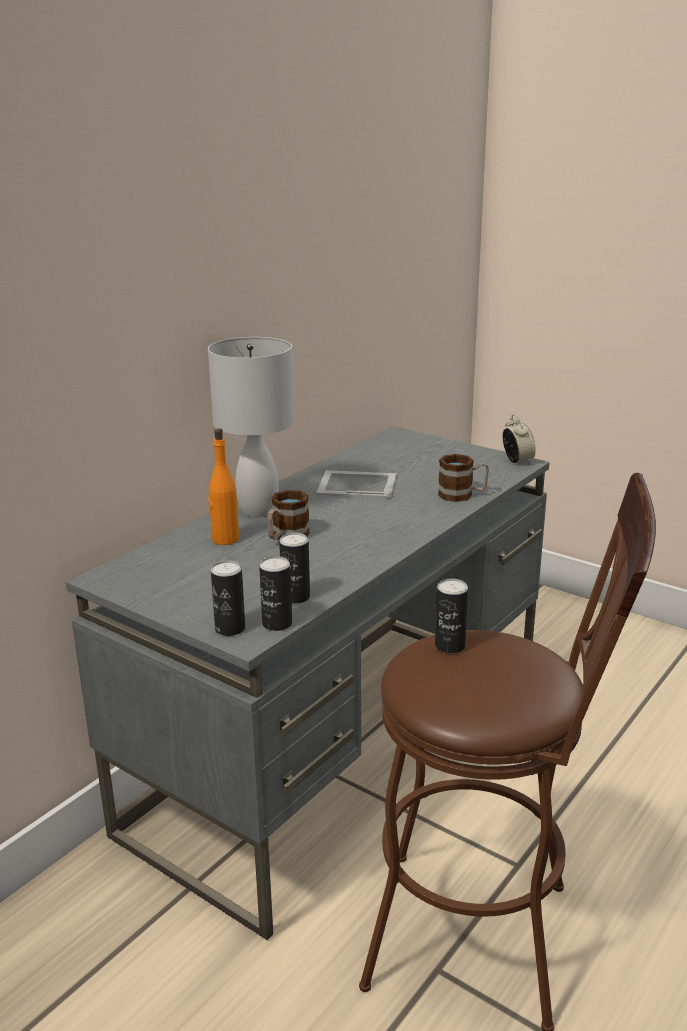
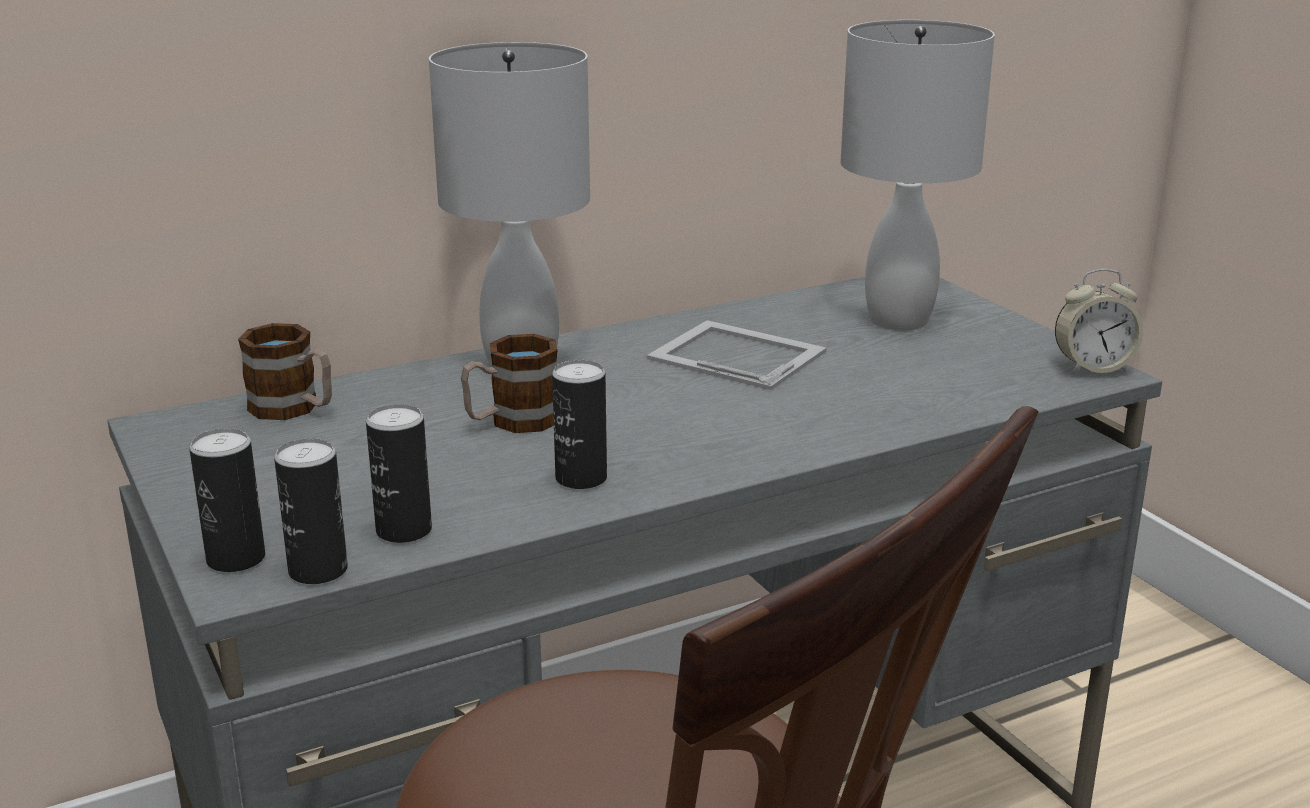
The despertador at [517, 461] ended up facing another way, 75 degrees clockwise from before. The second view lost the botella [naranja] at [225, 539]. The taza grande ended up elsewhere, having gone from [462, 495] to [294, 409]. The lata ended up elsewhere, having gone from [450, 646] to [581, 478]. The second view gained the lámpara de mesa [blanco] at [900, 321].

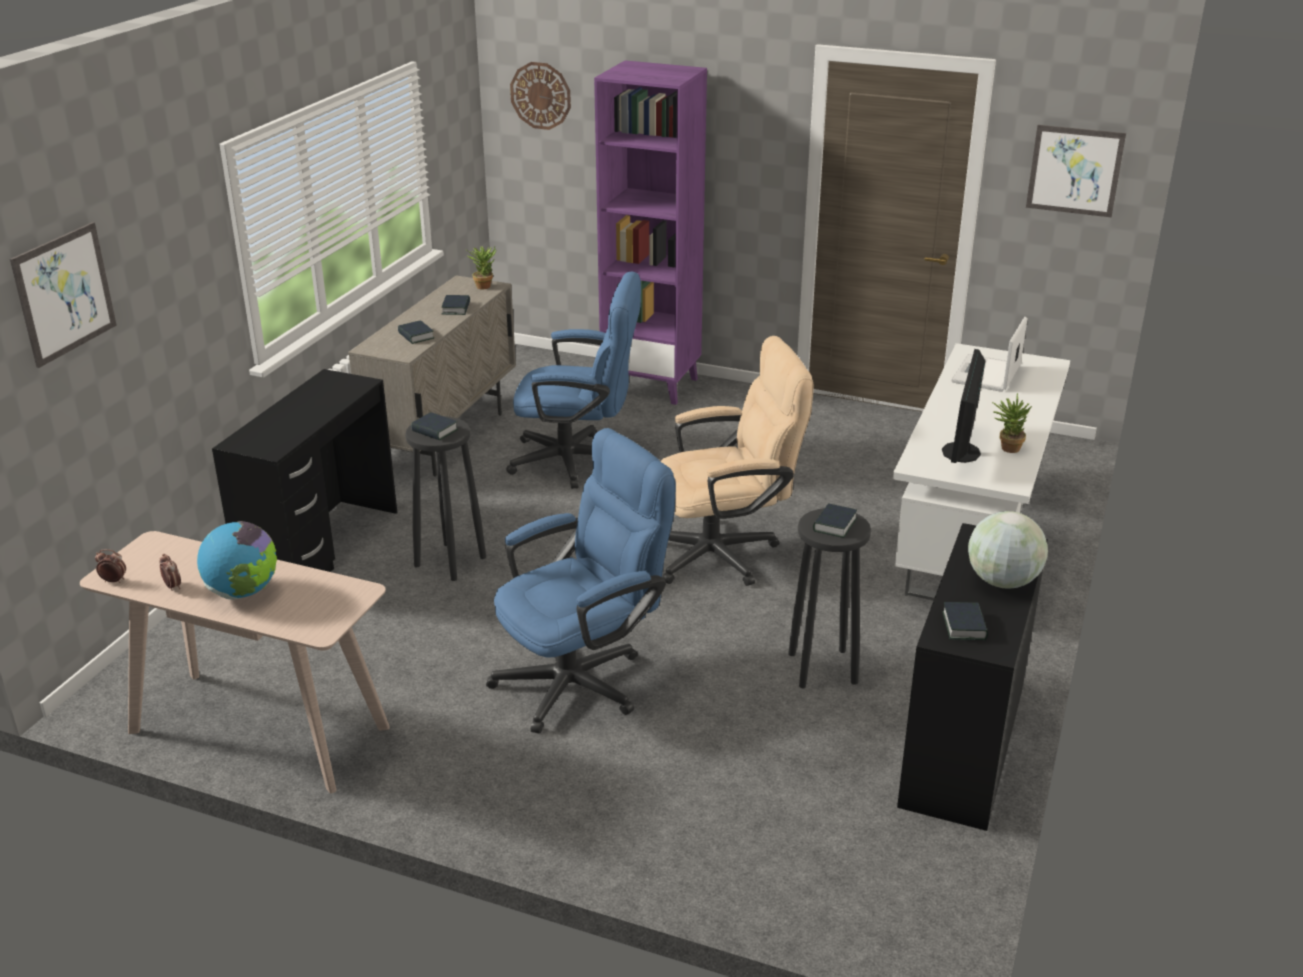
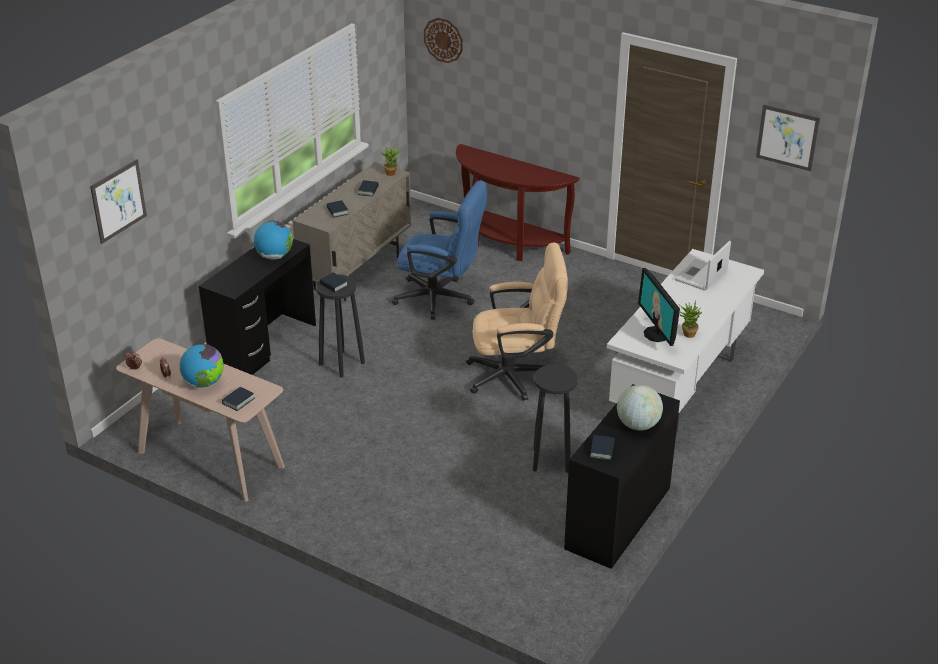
Where the estantería [morado] stood at [652, 385], the mesa consola [marrón] came to stand at [507, 243]. The monitor at [962, 452] ended up facing another way, 45 degrees counterclockwise from before. The second view lost the silla de oficina [azul] at [583, 679]. The libro ended up elsewhere, having gone from [834, 525] to [238, 401]. The second view gained the globo terráqueo at [274, 256].

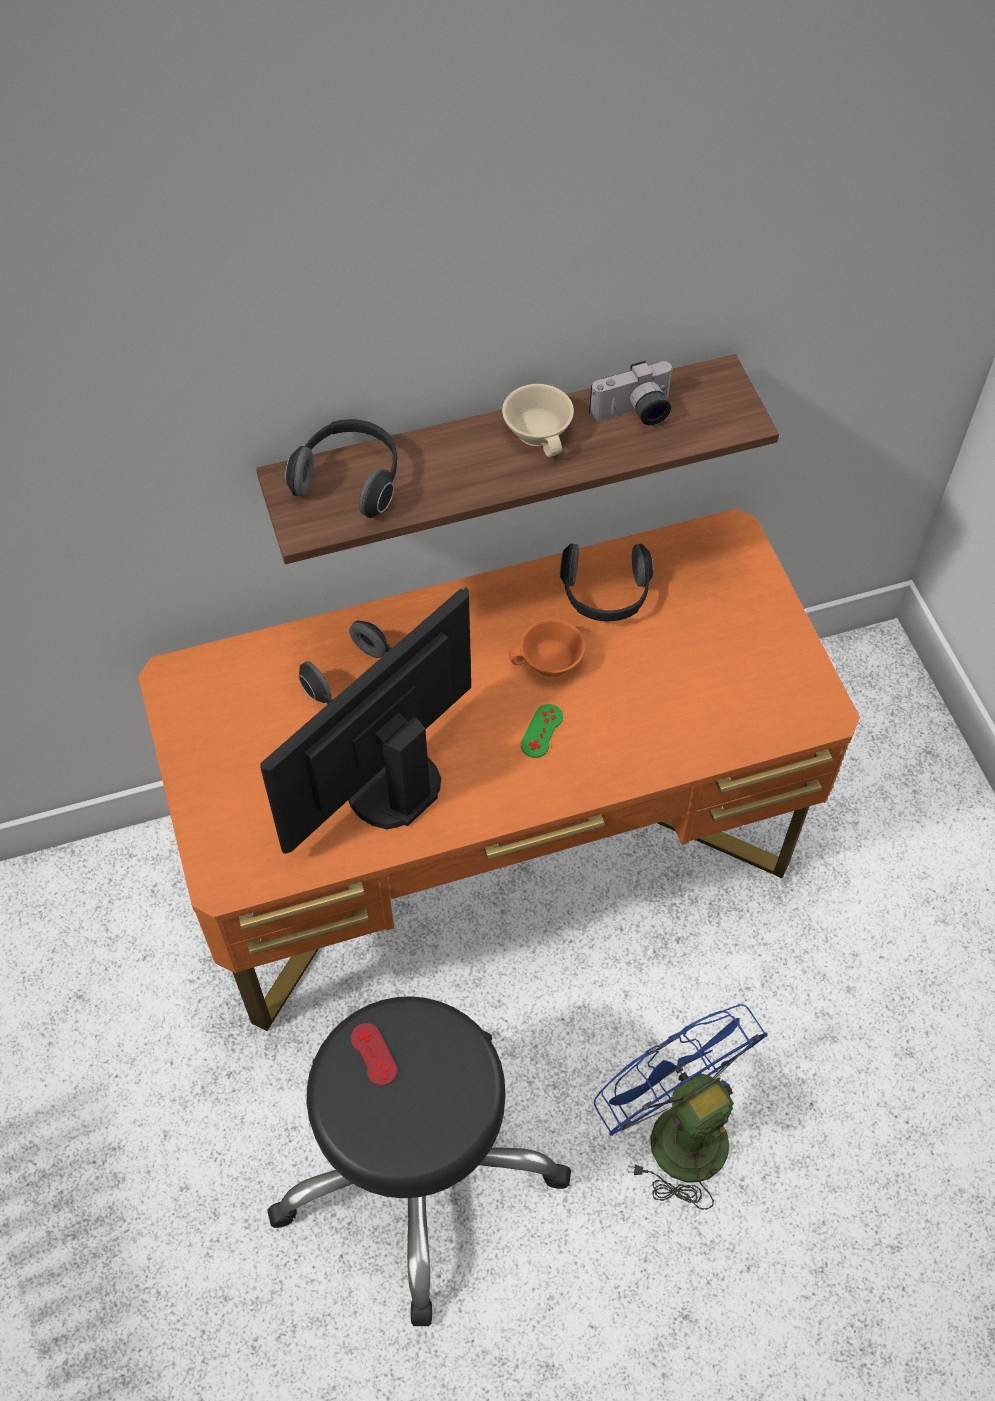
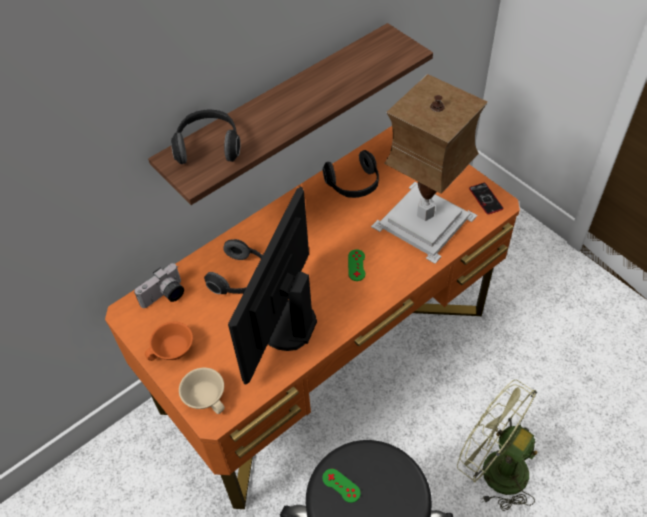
The cámara ended up elsewhere, having gone from [634, 414] to [165, 296]. The taza [beis] ended up elsewhere, having gone from [540, 432] to [207, 396]. The taza [naranja] ended up elsewhere, having gone from [549, 663] to [174, 351]. What was the ventilador [azul] at [674, 1129] turned into the ventilador [verde] at [494, 468]. What was the mando de consola [rojo] at [373, 1054] turned into the mando de consola [verde] at [341, 485]. The second view gained the lámpara de mesa at [424, 219]. The second view gained the móvil at [485, 199].

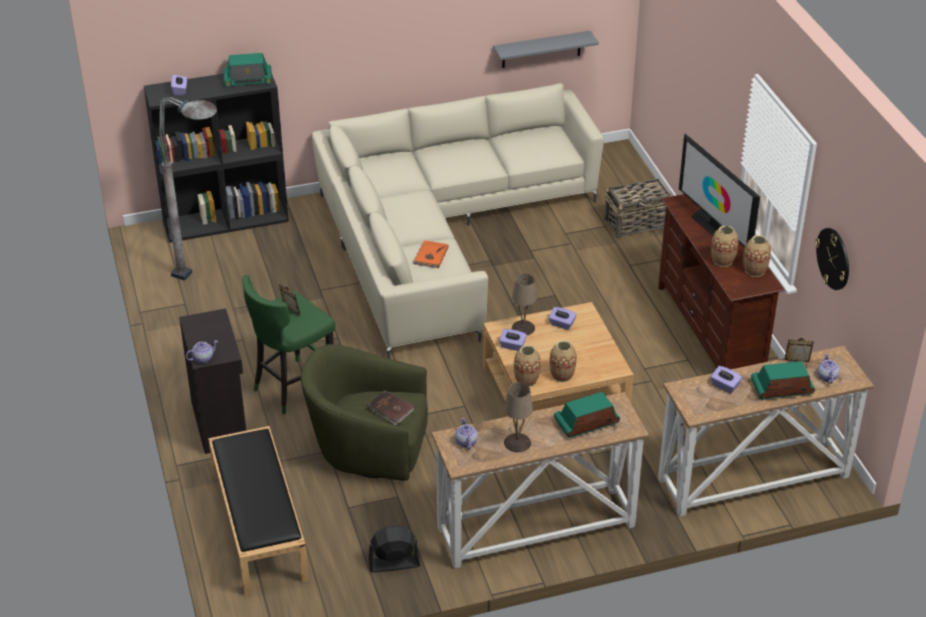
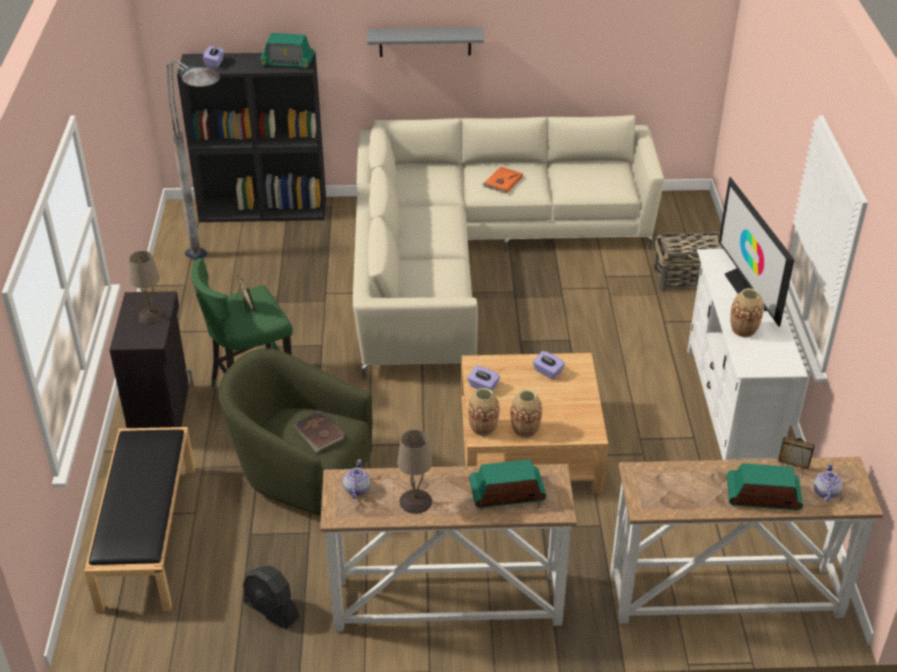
The estante [gris] ended up elsewhere, having gone from [541, 49] to [425, 42]. What was the mueble de televisión [marrón] at [710, 331] turned into the mueble de televisión [blanco] at [731, 410]. The second view lost the reloj de pared at [833, 258]. The second view lost the florero at [754, 270]. The libro [naranja] ended up elsewhere, having gone from [430, 256] to [502, 181]. The lámpara de mesa [beis] ended up elsewhere, having gone from [522, 328] to [151, 316]. The second view lost the tetera at [203, 358]. The second view lost the caja de pañuelos [morado] at [724, 386]. The ventilador [negro] at [394, 563] ended up facing another way, 150 degrees counterclockwise from before.

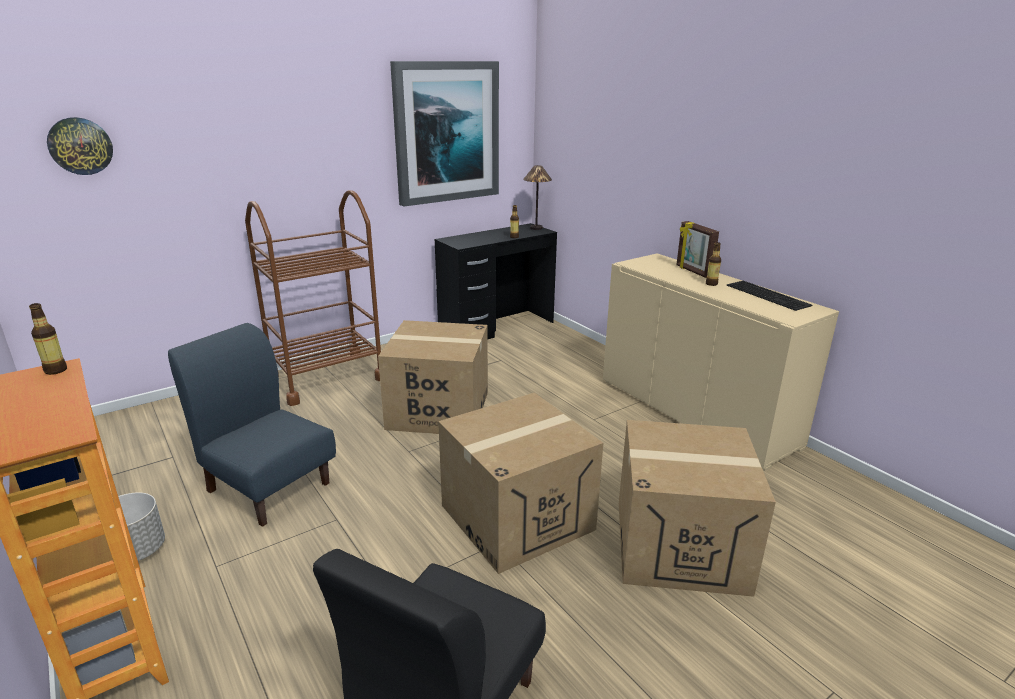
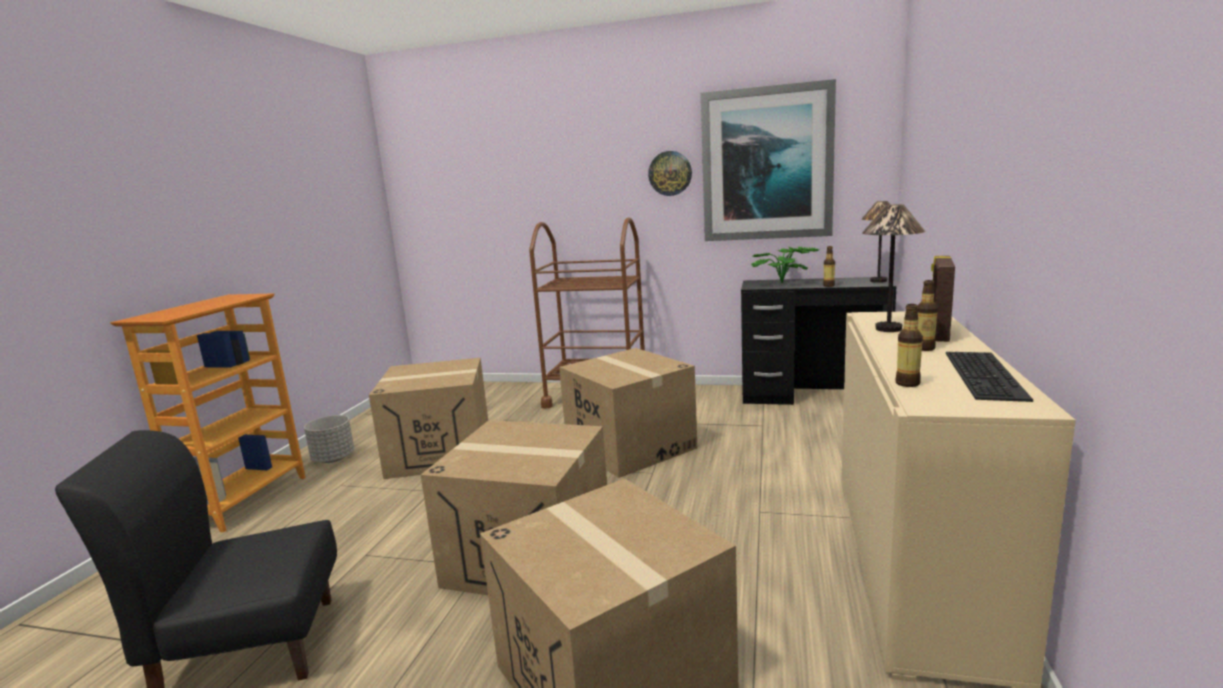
The reloj de pared ended up elsewhere, having gone from [80, 146] to [670, 173]. The botella ended up elsewhere, having gone from [55, 370] to [907, 383]. Where the silla [azul] stood at [268, 486], the caja de cartón came to stand at [441, 452]. The second view gained the lámpara de mesa at [888, 329]. The second view gained the planta en maceta at [784, 283].

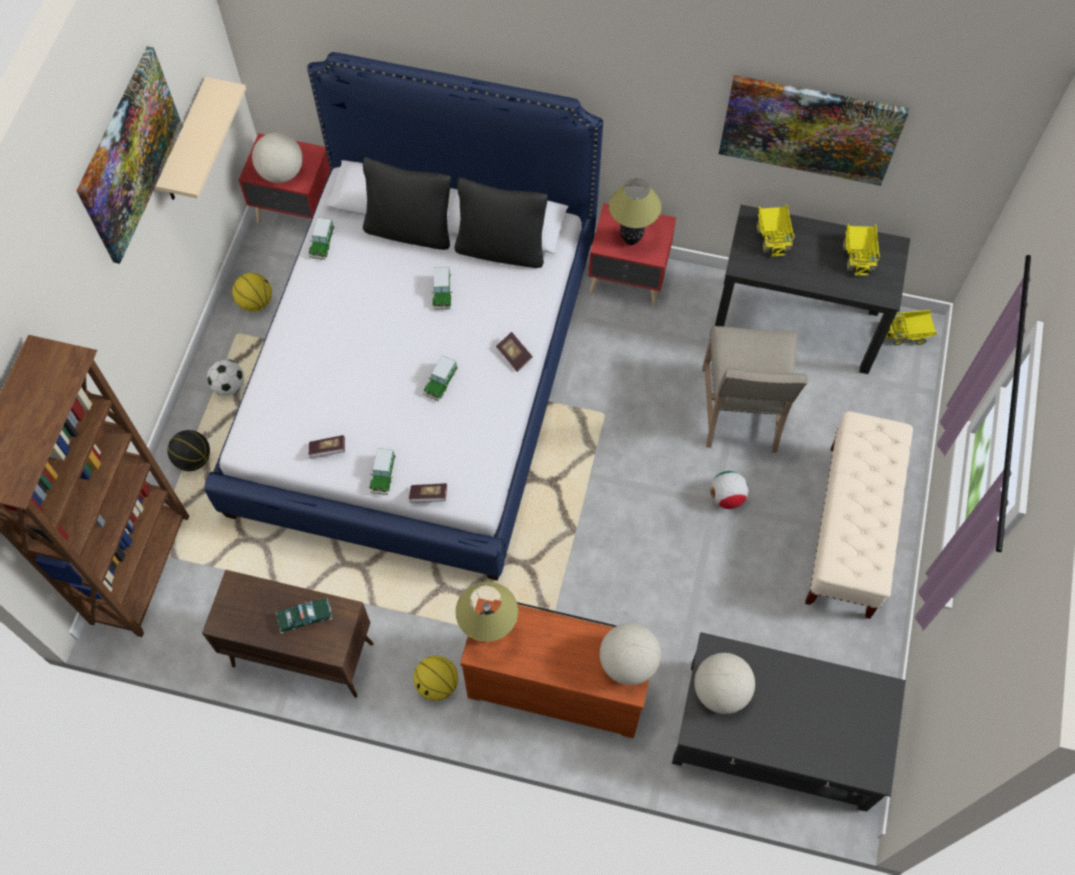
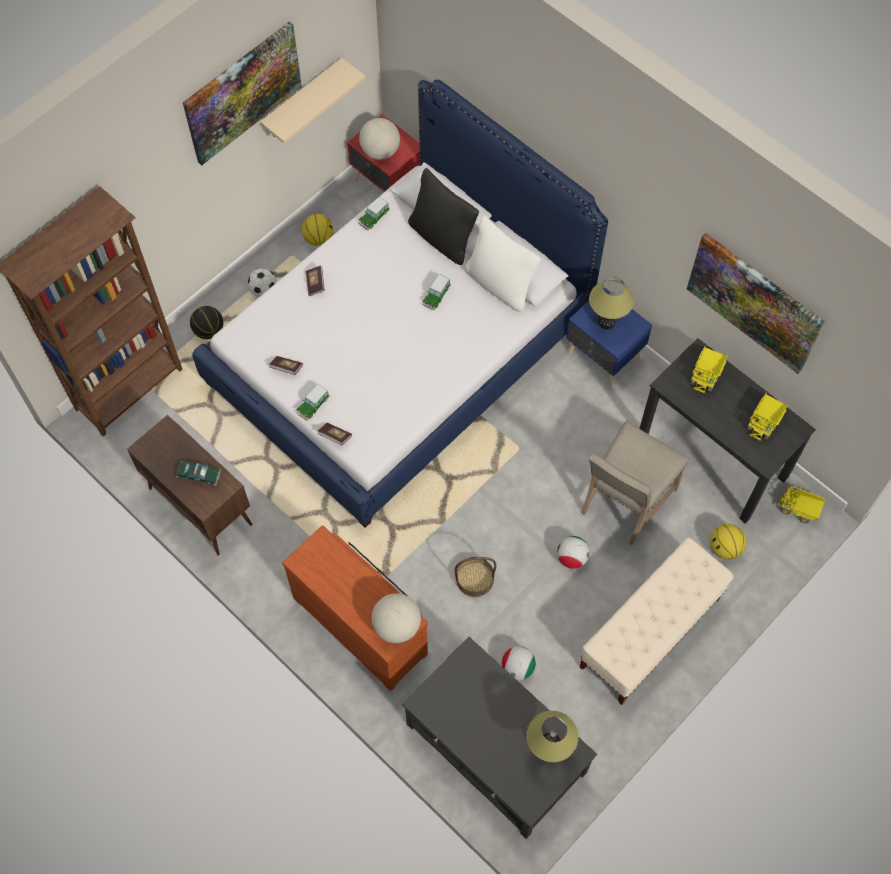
What was the cojín [negro] at [501, 249] turned into the cojín [blanco] at [500, 284]. What was the mesita de noche [rojo] at [628, 280] turned into the mesita de noche [azul] at [603, 358]. The libro ended up elsewhere, having gone from [514, 355] to [315, 284]. The second view lost the coche de juguete at [440, 382]. The lámpara de mesa ended up elsewhere, having gone from [489, 633] to [548, 750]. The second view lost the globo terráqueo at [721, 691]. The balón de baloncesto ended up elsewhere, having gone from [437, 684] to [725, 548]. The second view gained the cesta at [474, 579]. The second view gained the balón de fútbol at [517, 668].

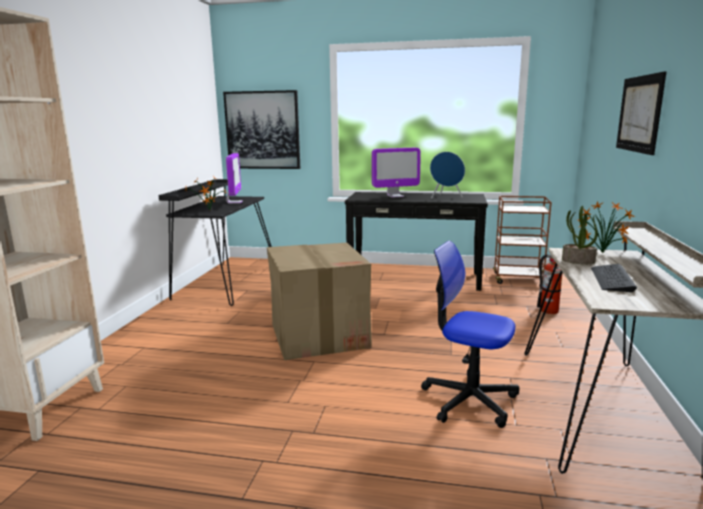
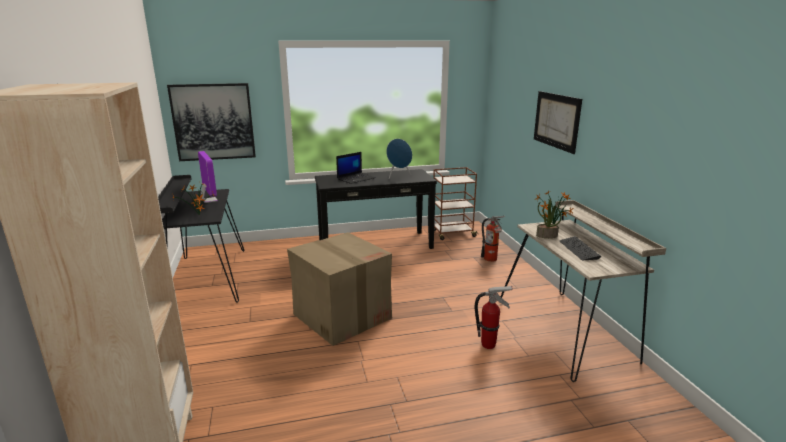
Where the monitor stood at [395, 196], the portátil came to stand at [356, 178]. Where the silla de oficina stood at [469, 400], the extintor came to stand at [489, 345].

